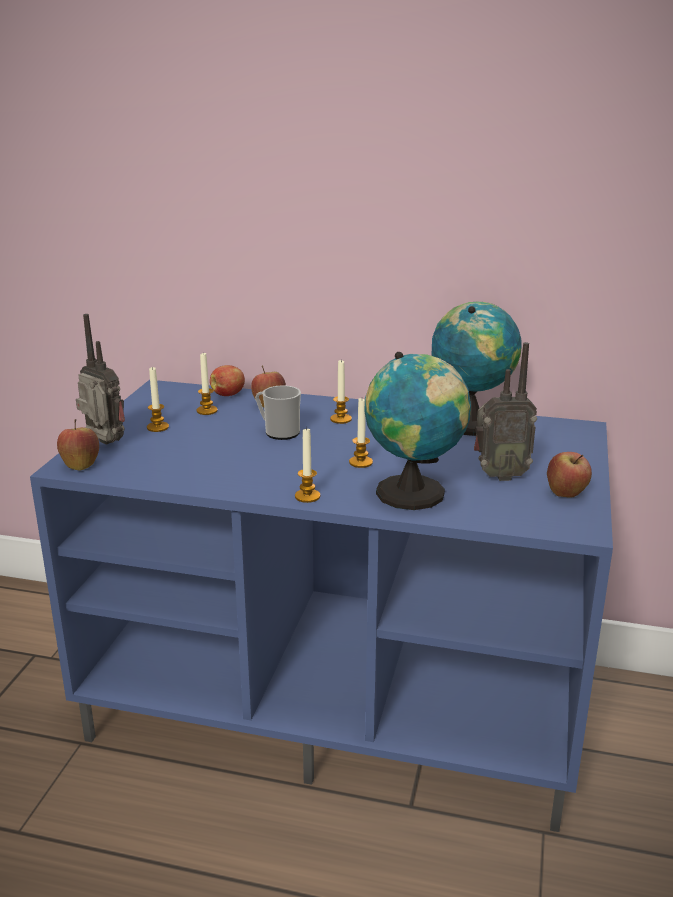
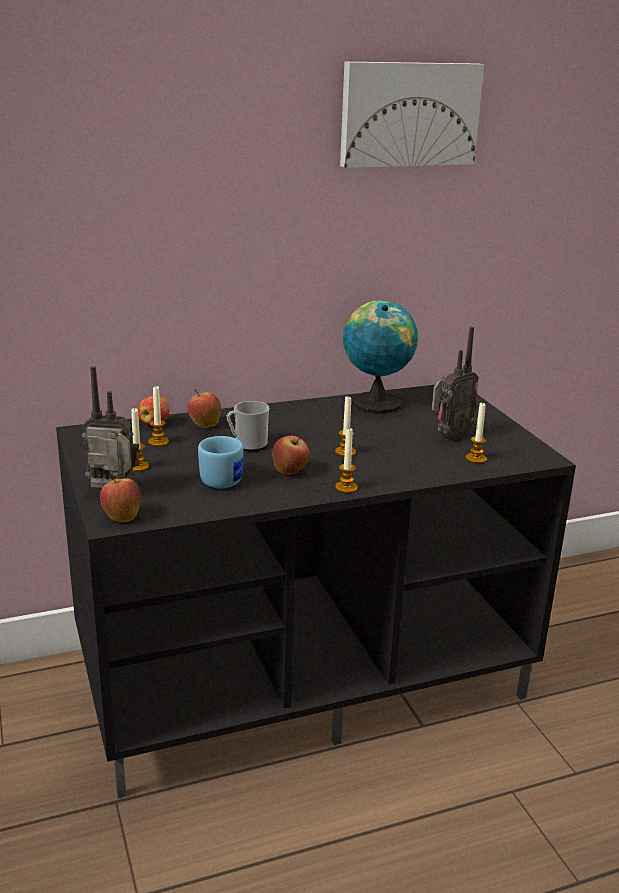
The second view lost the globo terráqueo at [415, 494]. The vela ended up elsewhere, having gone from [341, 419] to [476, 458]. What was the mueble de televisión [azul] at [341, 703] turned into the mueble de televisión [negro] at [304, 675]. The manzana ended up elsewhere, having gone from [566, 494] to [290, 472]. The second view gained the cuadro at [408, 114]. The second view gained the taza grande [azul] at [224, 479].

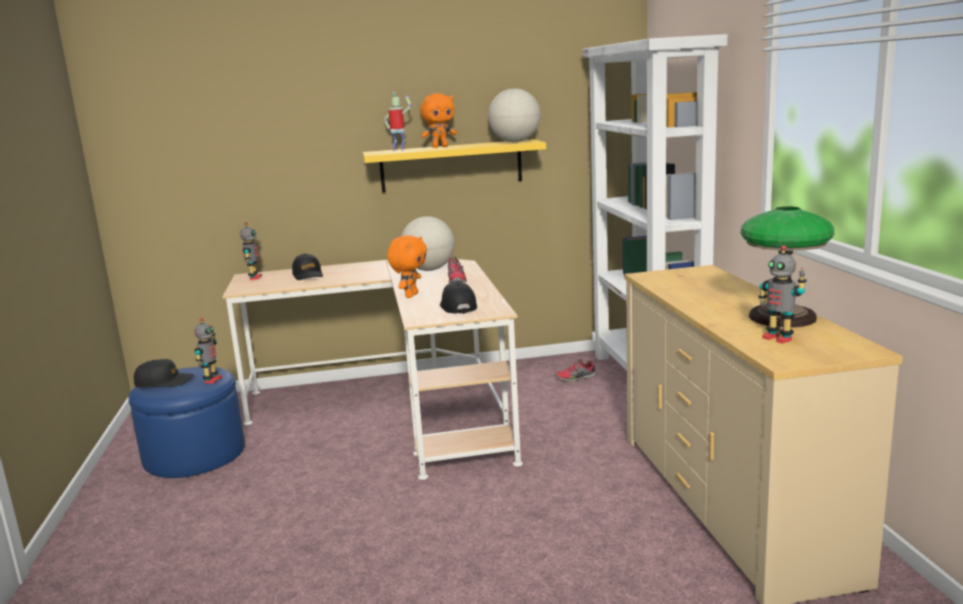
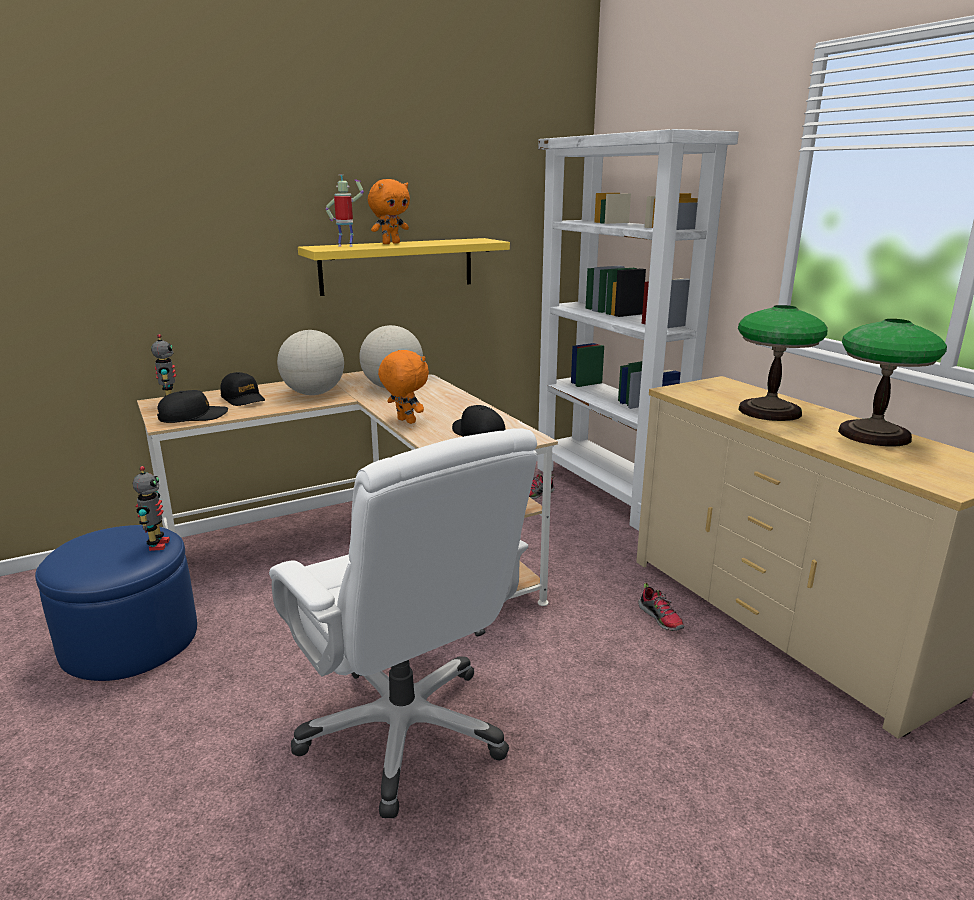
The globo terráqueo ended up elsewhere, having gone from [515, 142] to [313, 393]. The peluche [naranja] at [410, 295] ended up facing another way, 45 degrees counterclockwise from before. The second view lost the robot de juguete at [778, 338]. The zapato ended up elsewhere, having gone from [456, 280] to [661, 618]. The gorra [negro] ended up elsewhere, having gone from [164, 382] to [193, 417]. The second view gained the lámpara de mesa at [769, 411]. The second view gained the silla de oficina [blanco] at [405, 731].

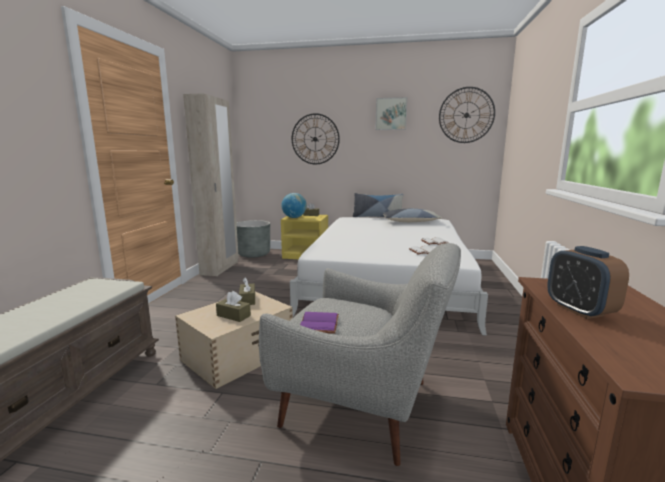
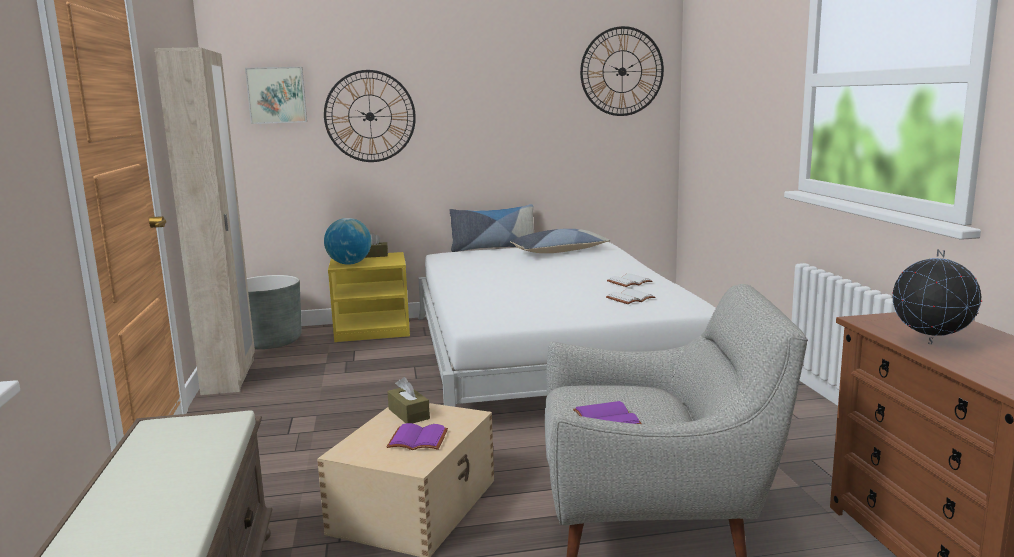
The cuadro ended up elsewhere, having gone from [391, 114] to [277, 95]. Where the despertador stood at [579, 310], the globo terráqueo came to stand at [930, 344]. Where the caja de pañuelos [marrón] stood at [233, 315], the libro [morado] came to stand at [416, 440].

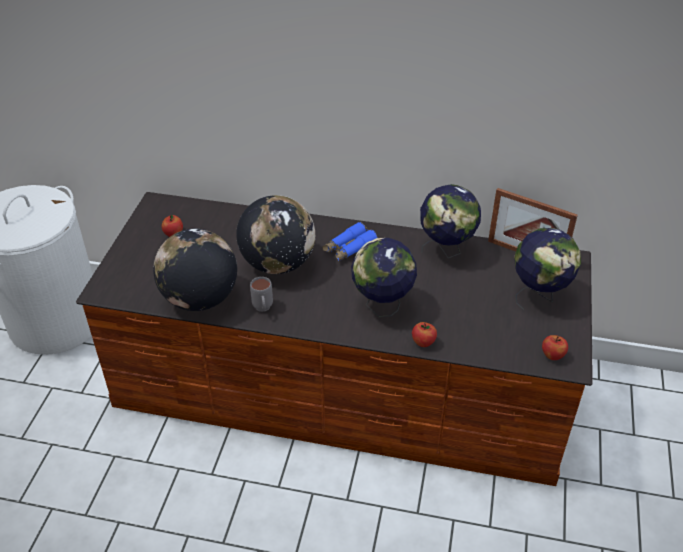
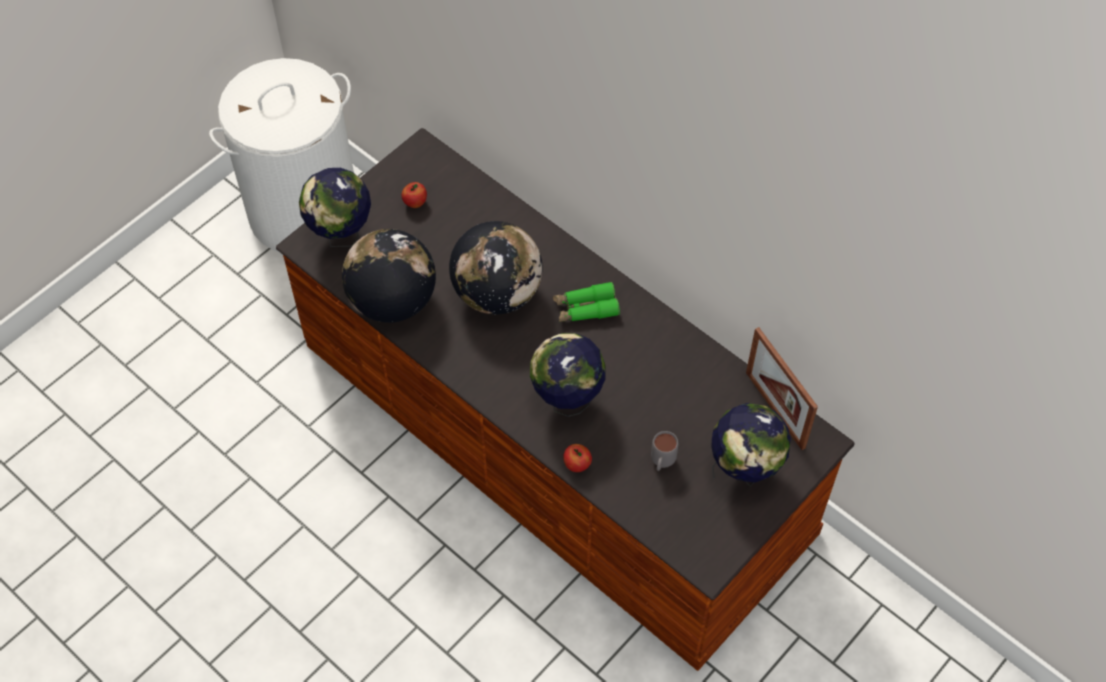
The globo terráqueo ended up elsewhere, having gone from [446, 250] to [341, 236]. What was the prismáticos [azul] at [349, 248] turned into the prismáticos [verde] at [585, 308]. The taza grande [gris] ended up elsewhere, having gone from [263, 309] to [661, 464]. The second view lost the manzana at [552, 355].

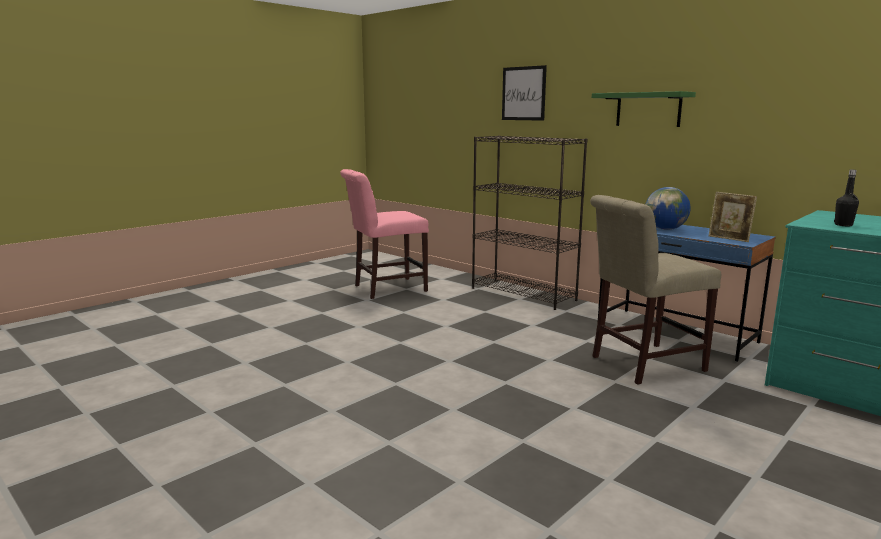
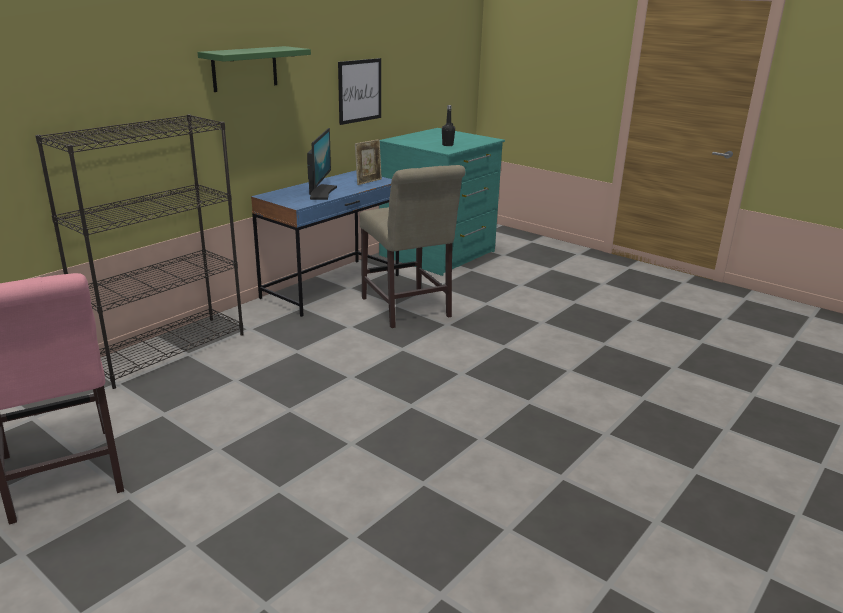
The cuadro ended up elsewhere, having gone from [523, 93] to [359, 91]. Where the globo terráqueo stood at [665, 229], the monitor came to stand at [321, 193].

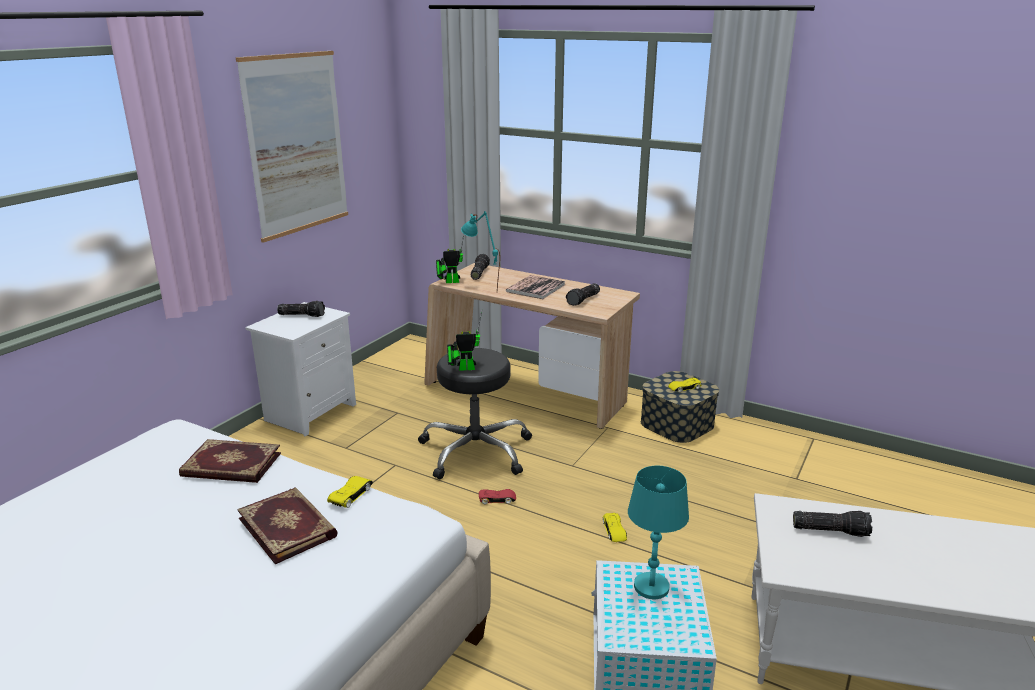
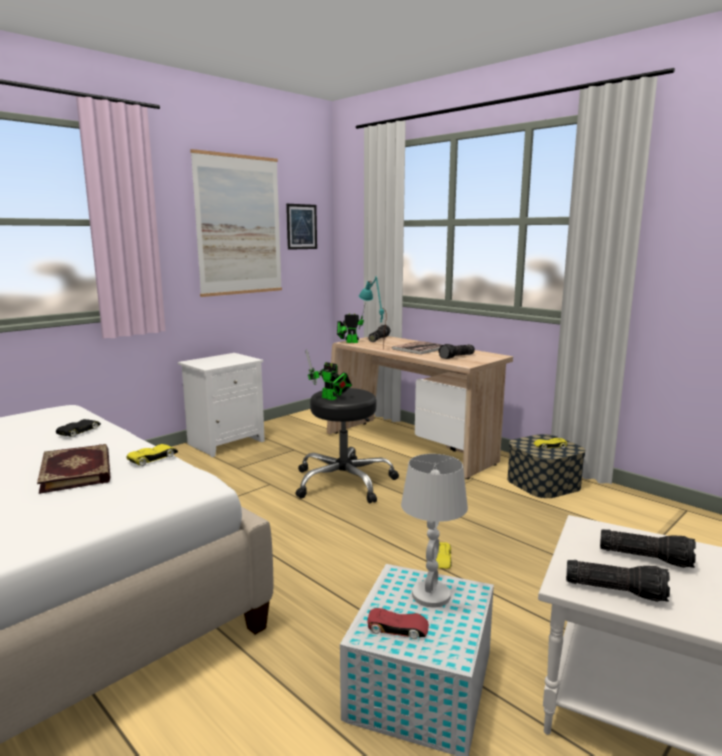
The linterna ended up elsewhere, having gone from [302, 315] to [616, 589]. The robot de juguete at [464, 368] ended up facing another way, 150 degrees counterclockwise from before. Where the libro stood at [231, 466], the coche de juguete [negro] came to stand at [79, 431]. What was the lámpara de mesa [turquesa] at [651, 586] turned into the lámpara de mesa [blanco] at [431, 595]. The coche de juguete [rojo] ended up elsewhere, having gone from [497, 499] to [398, 628]. The second view gained the cuadro at [301, 226].

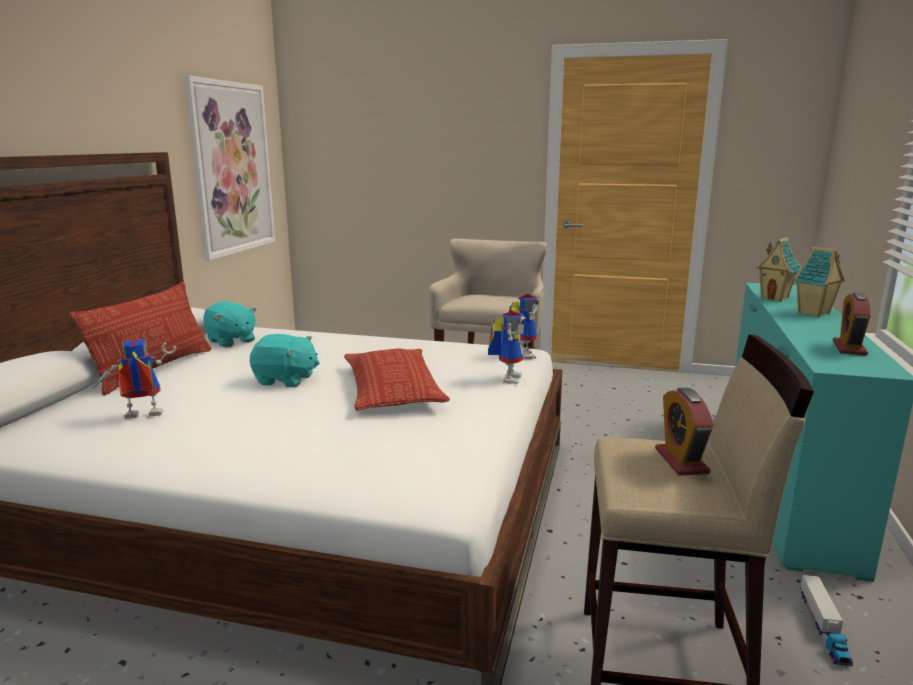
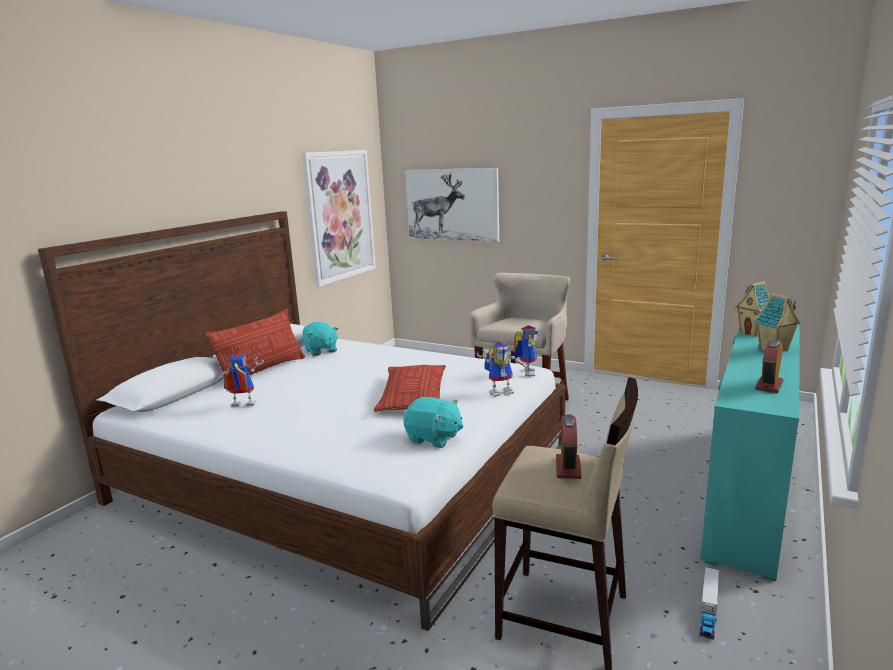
The robot de juguete at [507, 377] ended up facing another way, 45 degrees clockwise from before. The peluche [turquesa] ended up elsewhere, having gone from [285, 380] to [434, 438]. The second view gained the cuadro at [452, 204].

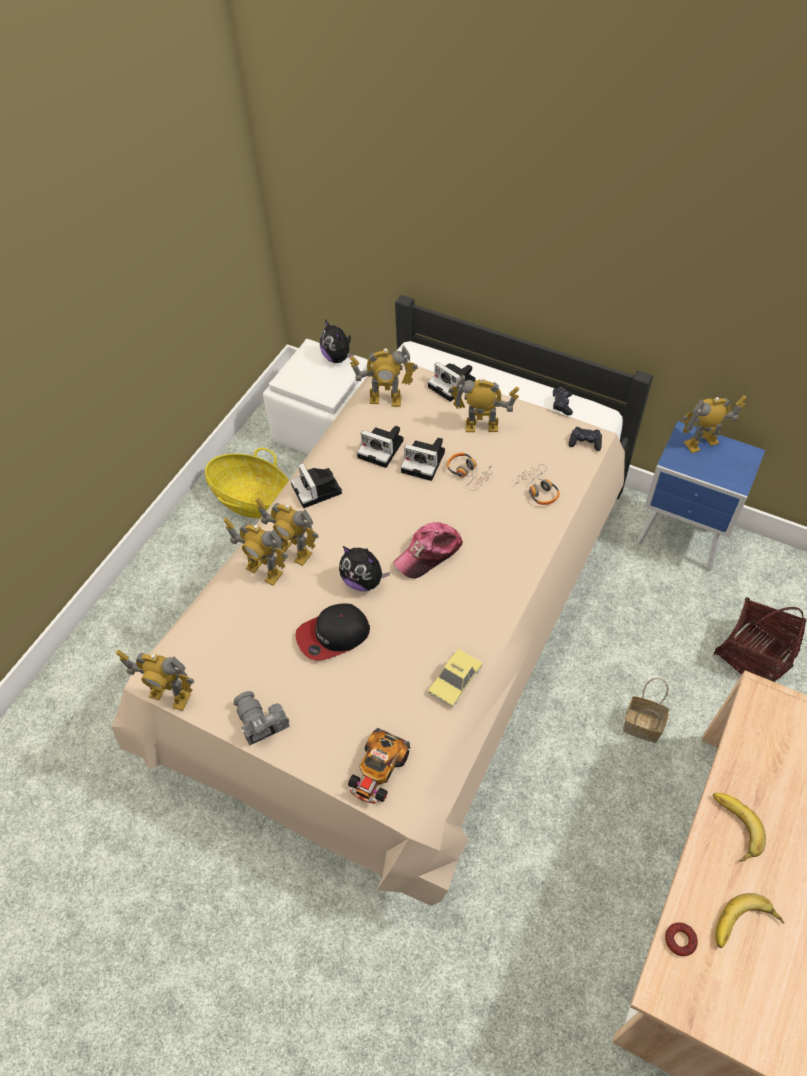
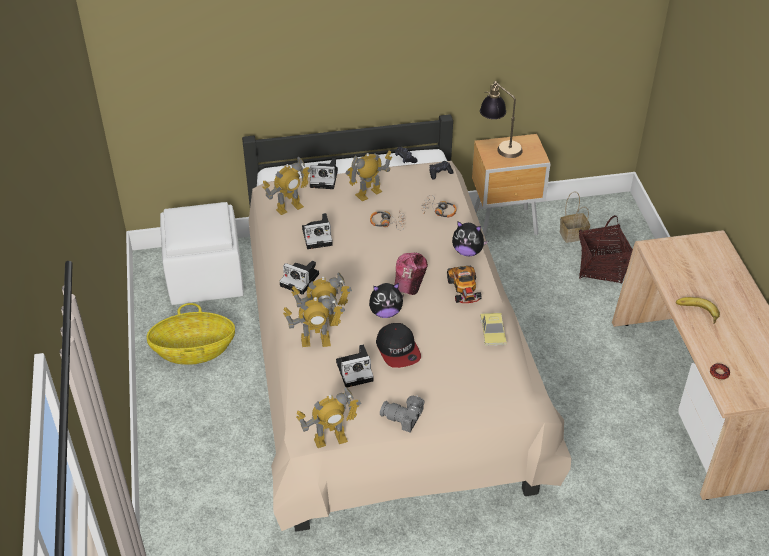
The peluche ended up elsewhere, having gone from [338, 358] to [467, 251]. Where the robot de juguete stood at [701, 443], the lámpara de mesa came to stand at [499, 146]. What was the mesita de noche [azul] at [683, 539] turned into the mesita de noche [marrón] at [506, 225]. The cámara ended up elsewhere, having gone from [425, 462] to [356, 370]. The gorra at [333, 635] ended up facing another way, 45 degrees counterclockwise from before. The cesta ended up elsewhere, having gone from [644, 725] to [573, 234]. The coche de juguete ended up elsewhere, having gone from [378, 771] to [464, 290]. The second view lost the plátano at [745, 927].

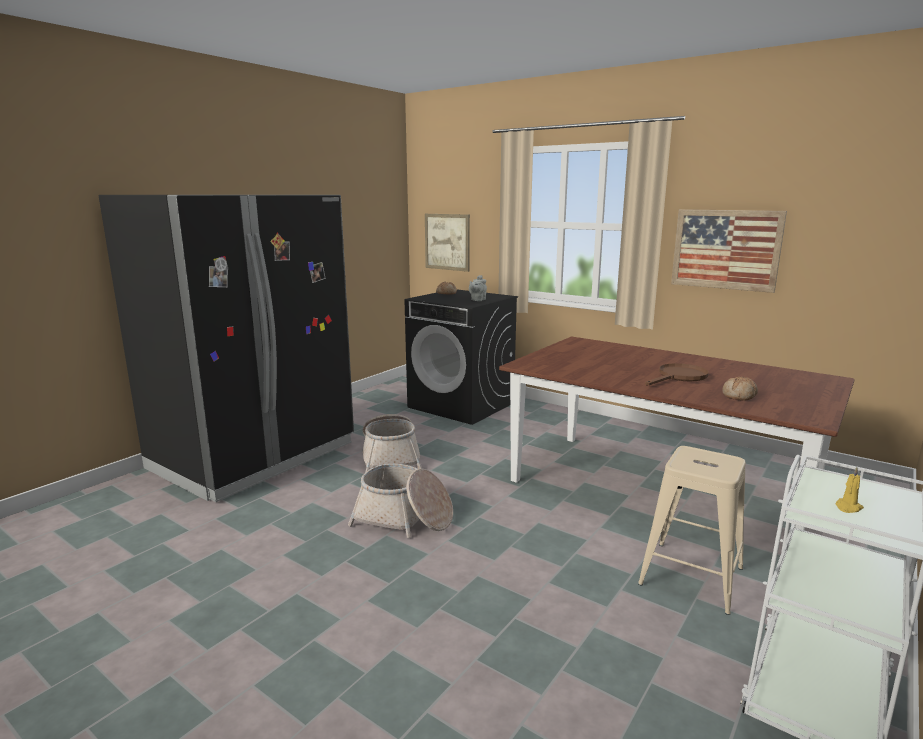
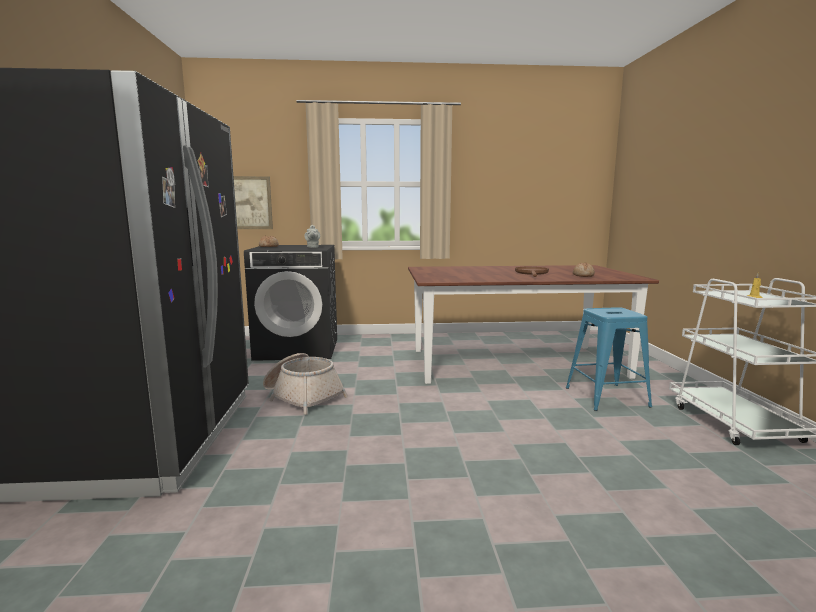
The second view lost the cuadro at [725, 249]. What was the taburete [beis] at [692, 576] turned into the taburete [azul] at [606, 397]. The second view lost the cesta at [404, 518].

